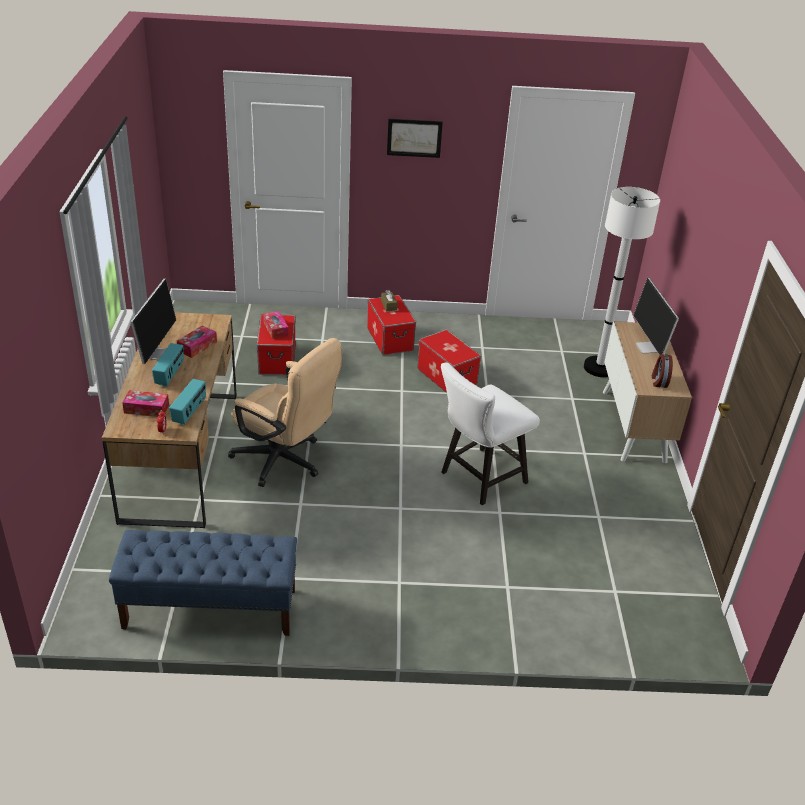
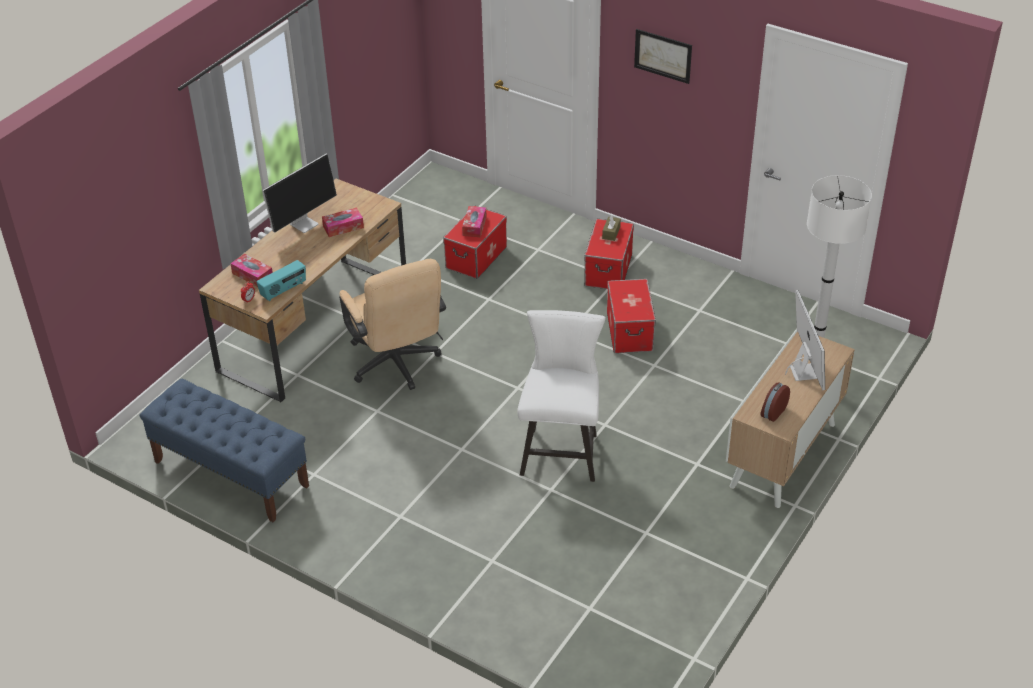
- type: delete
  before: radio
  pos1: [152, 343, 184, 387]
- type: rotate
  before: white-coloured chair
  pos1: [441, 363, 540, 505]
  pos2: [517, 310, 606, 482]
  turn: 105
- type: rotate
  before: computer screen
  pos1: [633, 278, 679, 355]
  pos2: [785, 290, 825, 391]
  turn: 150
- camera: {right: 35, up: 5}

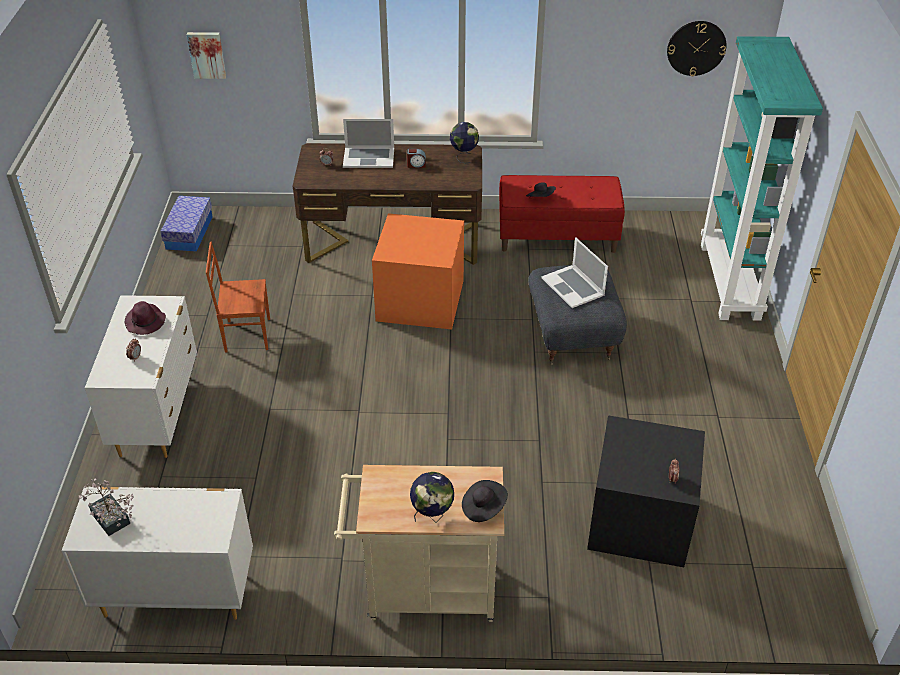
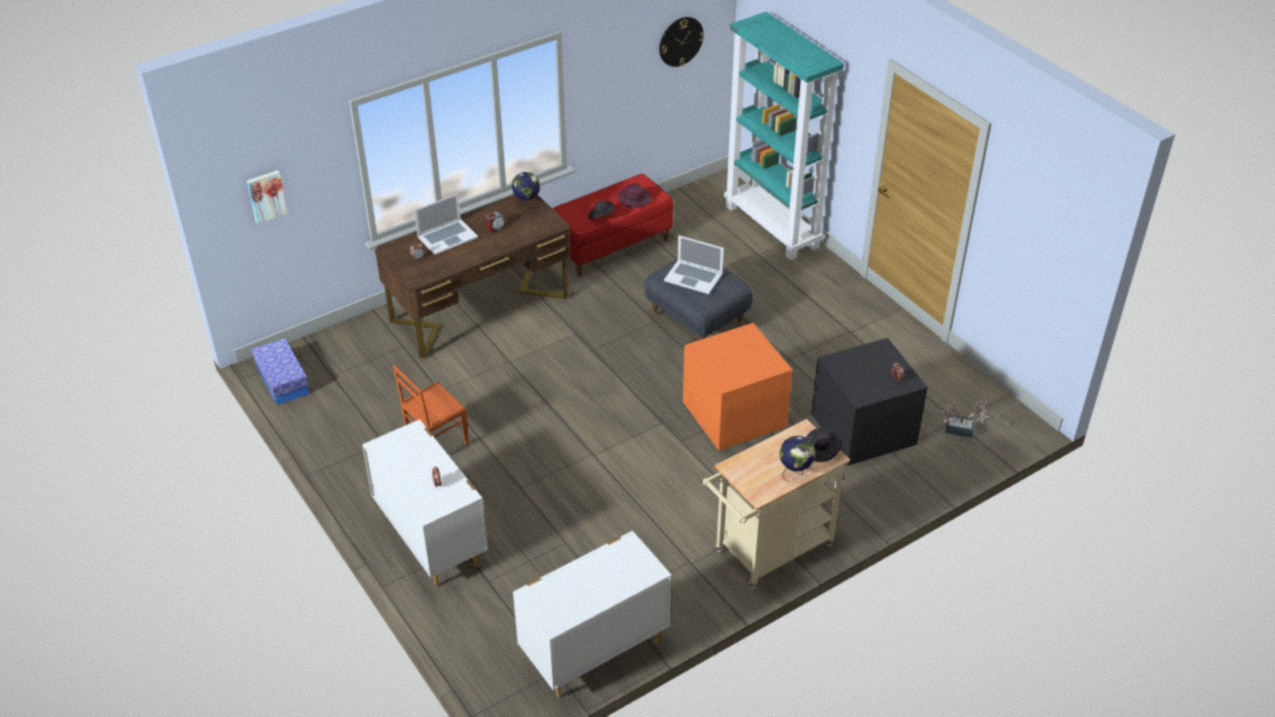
- type: move
  before: potted plant
  pos1: [79, 479, 134, 536]
  pos2: [941, 400, 988, 437]
- type: move
  before: purplish wearable hat
  pos1: [124, 301, 166, 335]
  pos2: [618, 183, 652, 208]
- type: move
  before: orange-coloured storage bin
  pos1: [372, 213, 464, 329]
  pos2: [683, 323, 793, 451]
- camera: {right: -35, up: 0}

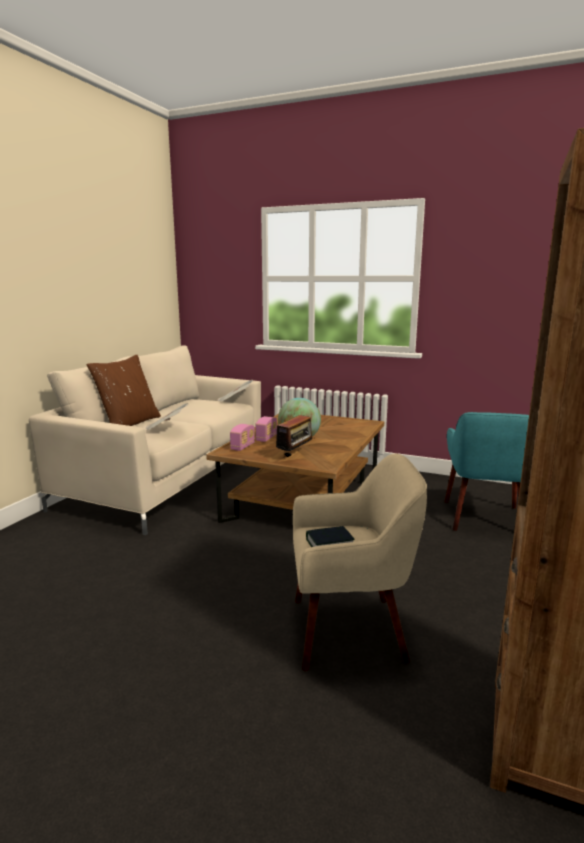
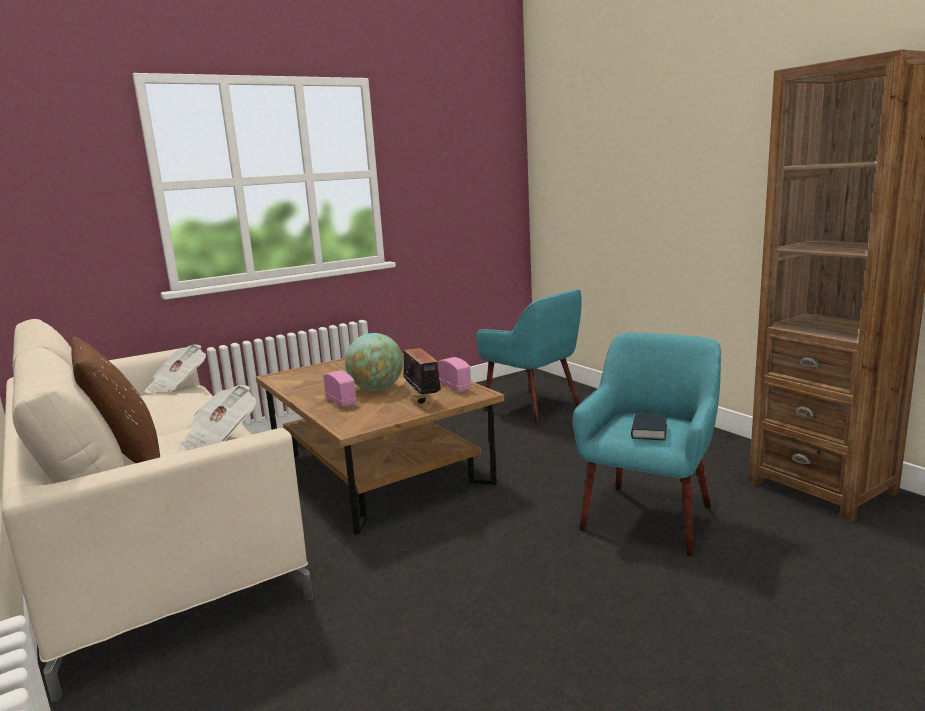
- type: move
  before: radio
  pos1: [230, 424, 255, 451]
  pos2: [438, 357, 471, 392]
- type: recolor
  before: beige armchair
  after: blue-green armchair
  pos1: [293, 453, 427, 671]
  pos2: [573, 332, 721, 556]
- camera: {right: -55, up: 0}

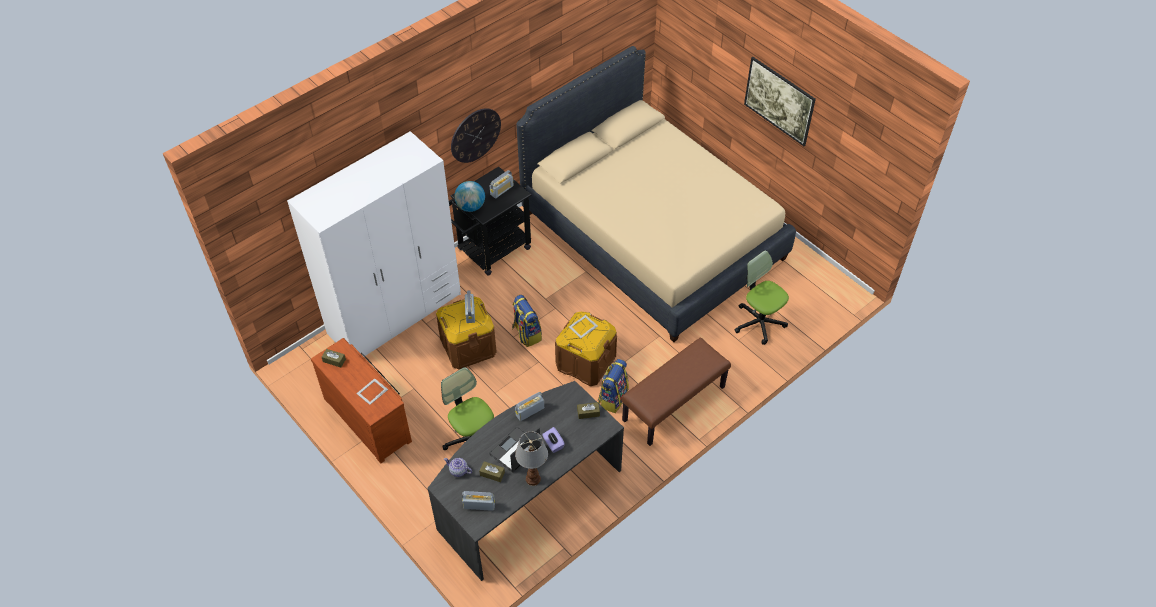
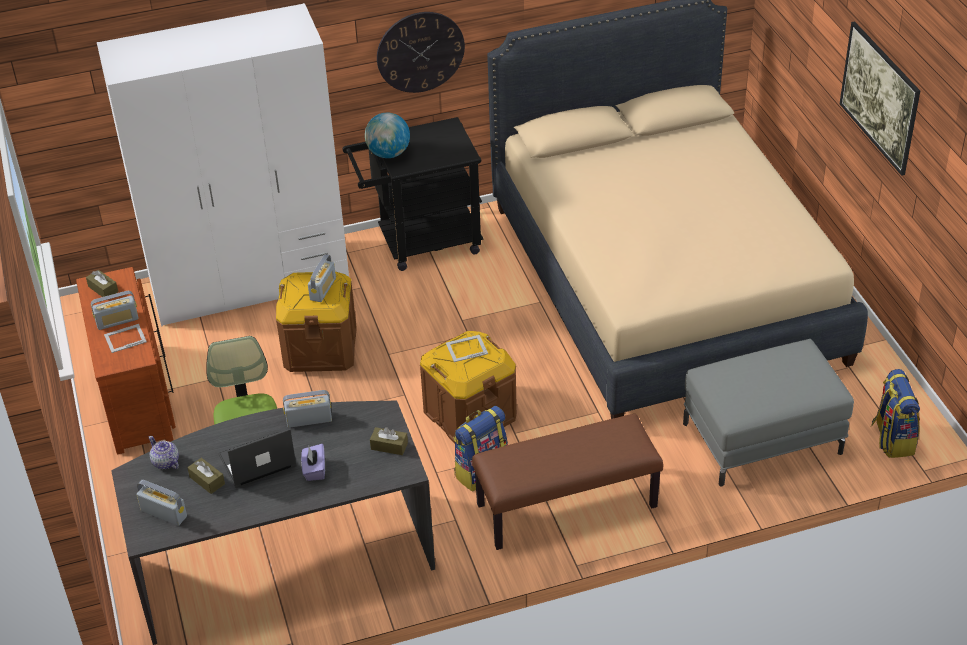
- type: move
  before: radio
  pos1: [490, 170, 514, 199]
  pos2: [91, 291, 139, 330]
- type: move
  before: knapsack
  pos1: [512, 295, 542, 347]
  pos2: [871, 369, 920, 458]
- type: delete
  before: lamp for a table
  pos1: [515, 431, 548, 486]
- type: replace
  before: computer chair
  after: gray pouffe
  pos1: [735, 250, 789, 345]
  pos2: [683, 339, 854, 486]
- camera: {right: 25, up: -10}

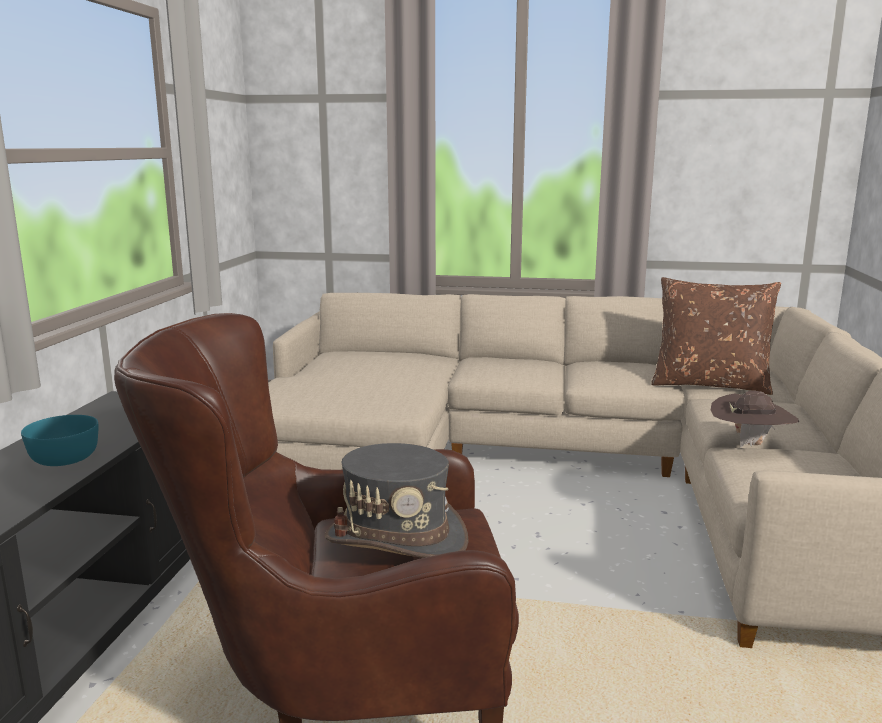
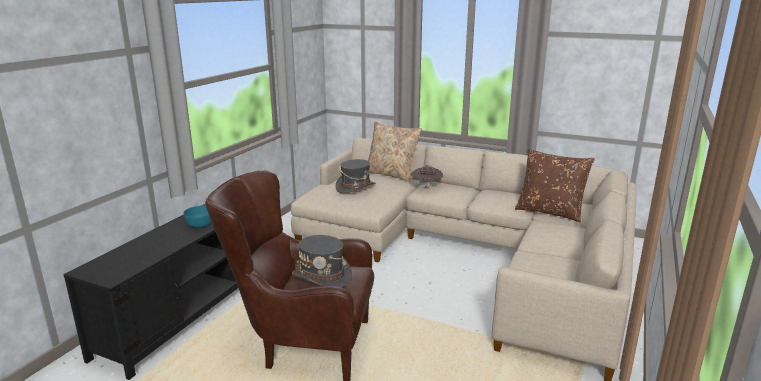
- type: move
  before: brown-coloured wearable hat
  pos1: [711, 391, 799, 447]
  pos2: [410, 165, 443, 188]
- type: insert
  after: gray wearable hat
  pos2: [335, 159, 376, 193]
- type: insert
  after: beige throw pillow
  pos2: [368, 121, 422, 182]
- camera: {right: 15, up: 5}

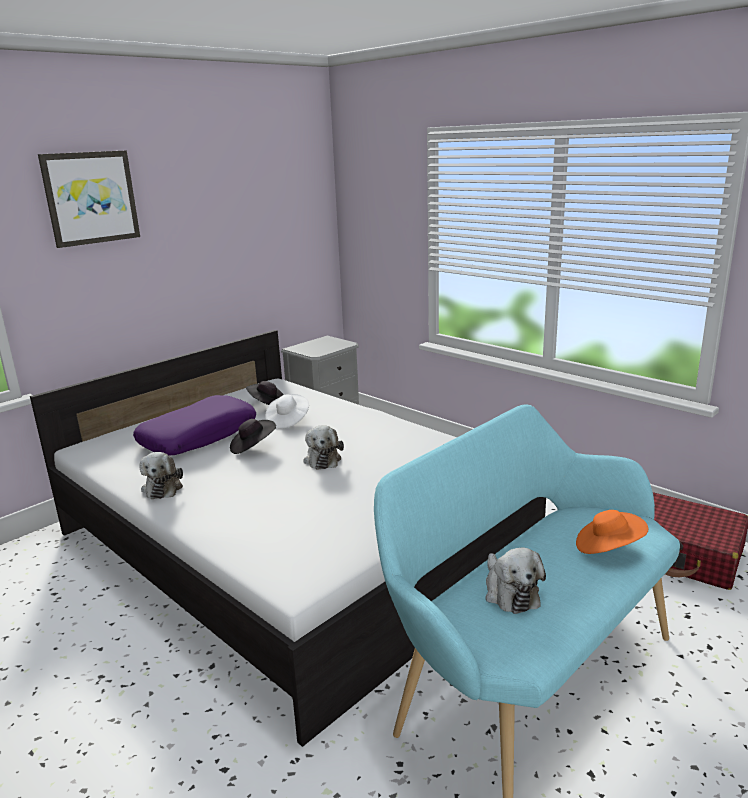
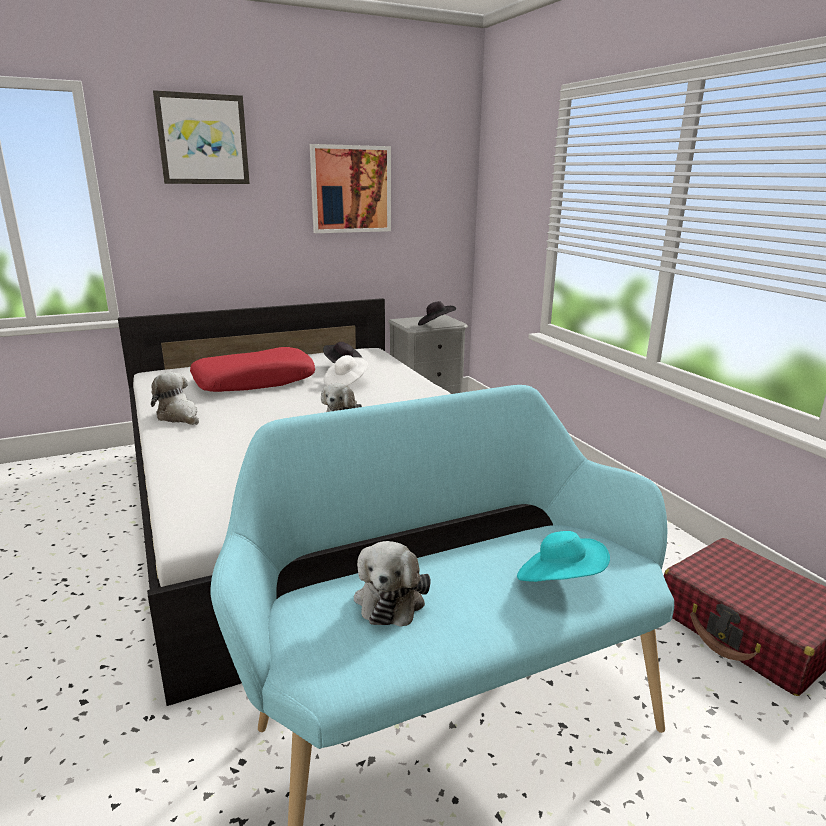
- type: recolor
  before: purplish throw pillow
  after: red-coloured throw pillow
  pos1: [133, 395, 256, 455]
  pos2: [190, 347, 315, 392]
- type: rotate
  before: cuddly toy
  pos1: [139, 452, 183, 499]
  pos2: [151, 372, 199, 425]
  turn: 120
- type: move
  before: black-coloured wearable hat
  pos1: [230, 419, 276, 454]
  pos2: [418, 301, 456, 326]
- type: recolor
  before: orange-coloured wearable hat
  after: blue-green wearable hat
  pos1: [576, 510, 648, 554]
  pos2: [517, 531, 610, 582]
- type: insert
  after: picture
  pos2: [310, 144, 391, 233]
- camera: {right: 20, up: 0}

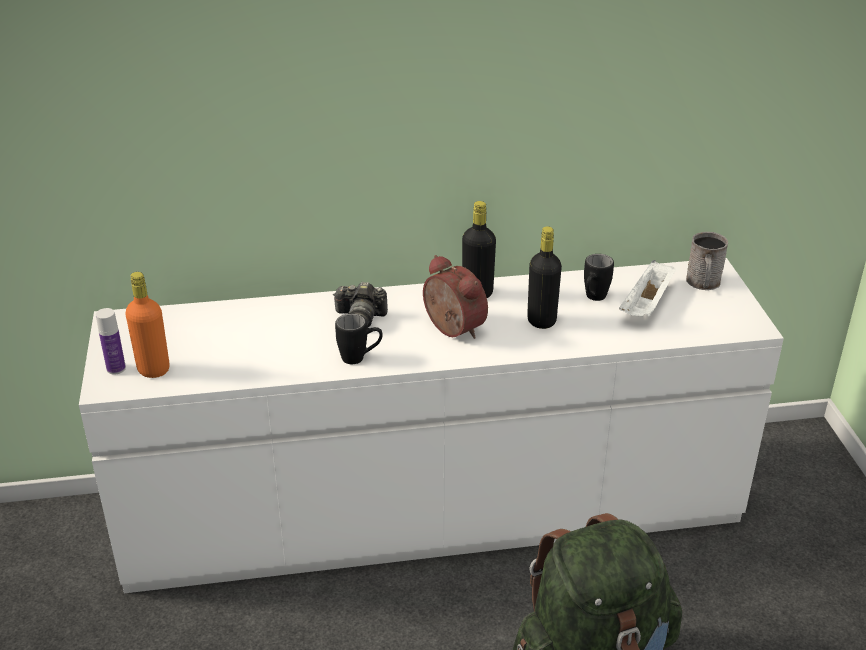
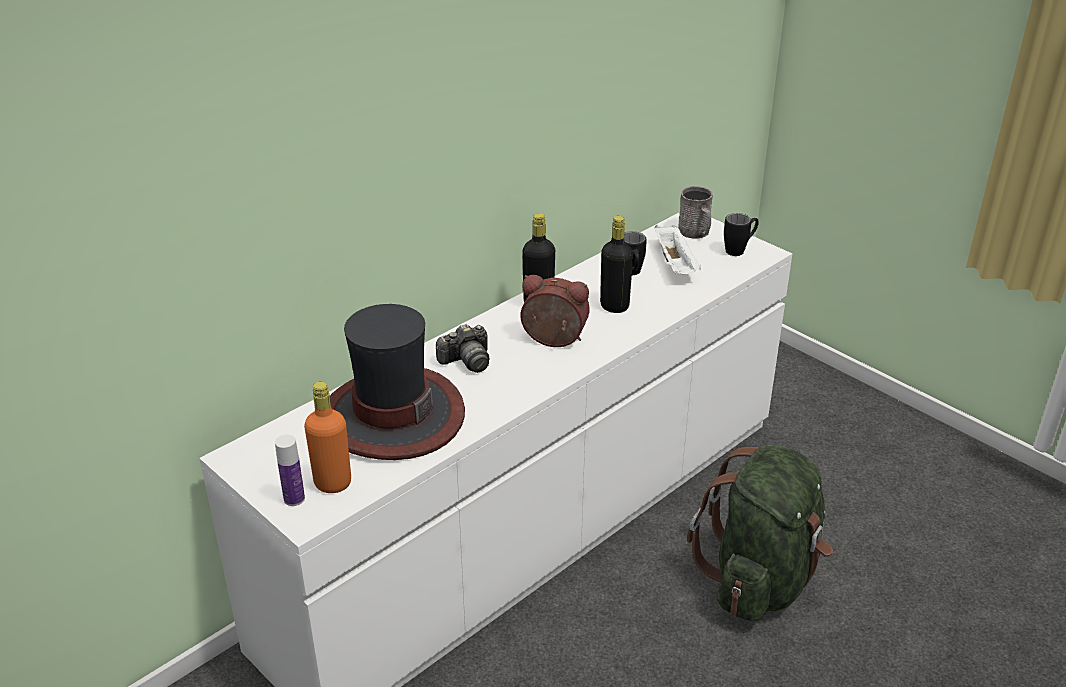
- type: move
  before: black-coloured mug
  pos1: [335, 314, 383, 364]
  pos2: [724, 213, 759, 256]
- type: insert
  after: wearable hat
  pos2: [330, 304, 465, 460]
- camera: {right: -35, up: 0}

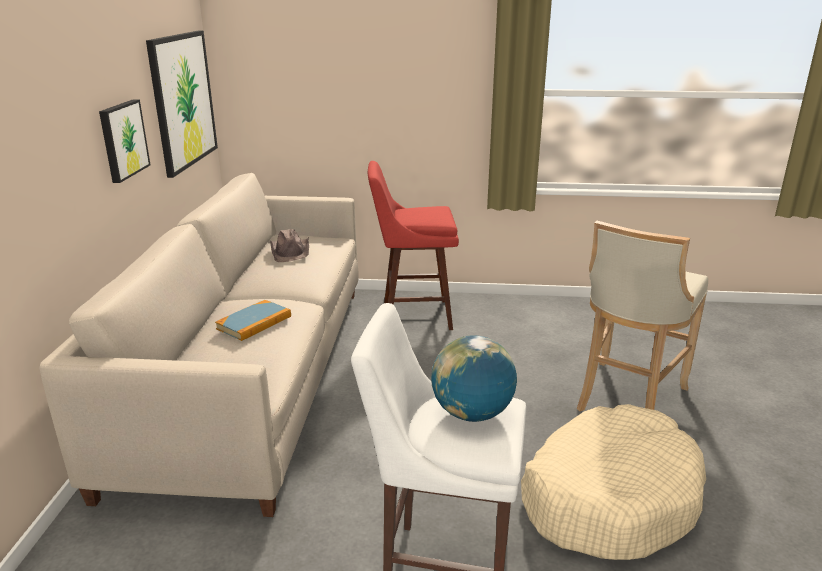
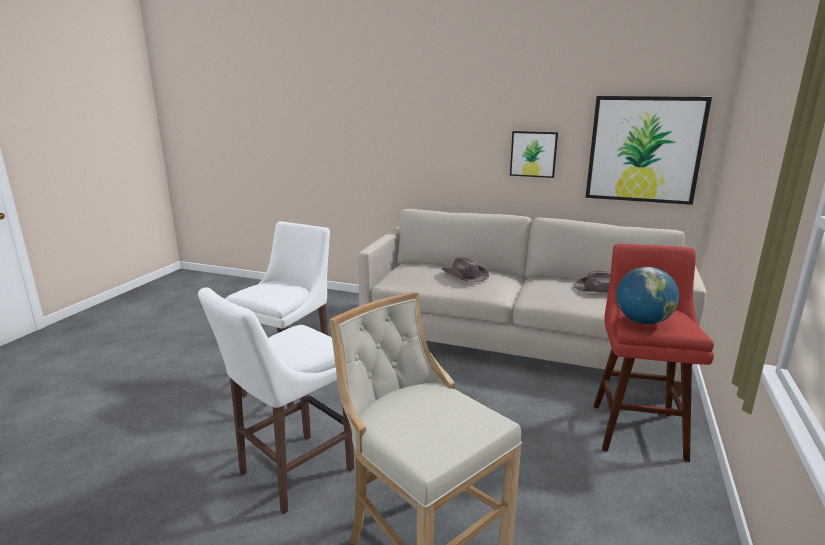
- type: replace
  before: book
  after: brown-coloured wearable hat
  pos1: [215, 300, 291, 341]
  pos2: [442, 257, 489, 283]
- type: move
  before: world globe
  pos1: [431, 335, 517, 422]
  pos2: [616, 267, 679, 324]
- type: replace
  before: beige pet bed
  after: white-coloured stool
  pos1: [521, 404, 706, 560]
  pos2: [198, 287, 354, 514]
- camera: {right: 105, up: -5}

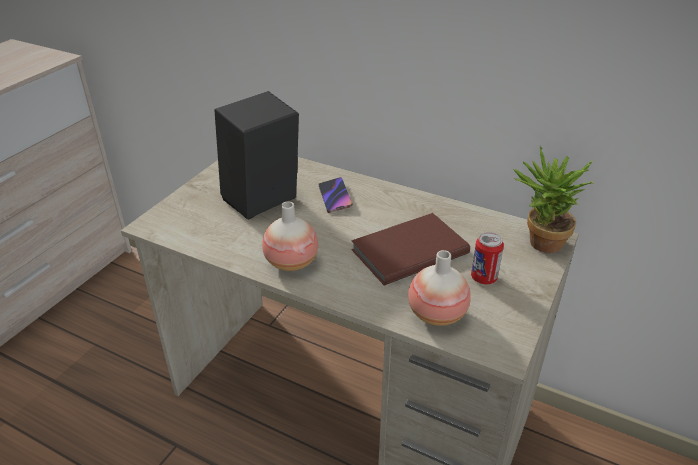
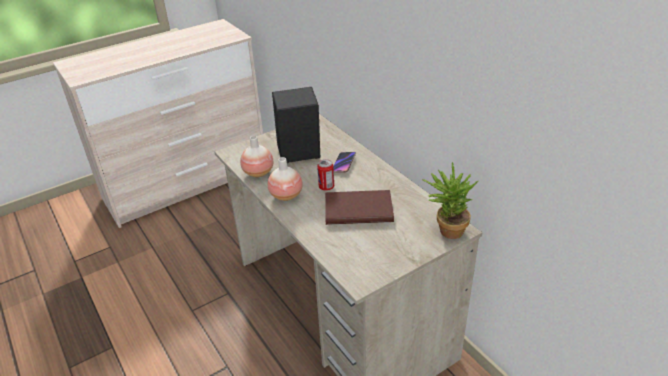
- type: move
  before: vase
  pos1: [408, 250, 471, 326]
  pos2: [240, 136, 273, 177]
- type: move
  before: metal can
  pos1: [471, 232, 504, 284]
  pos2: [317, 159, 334, 191]
- camera: {right: 30, up: 0}

